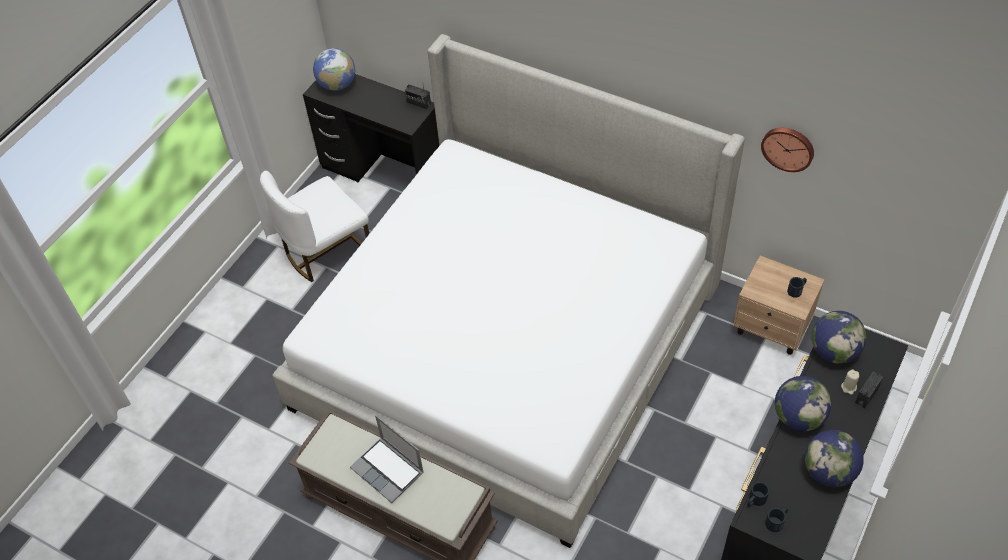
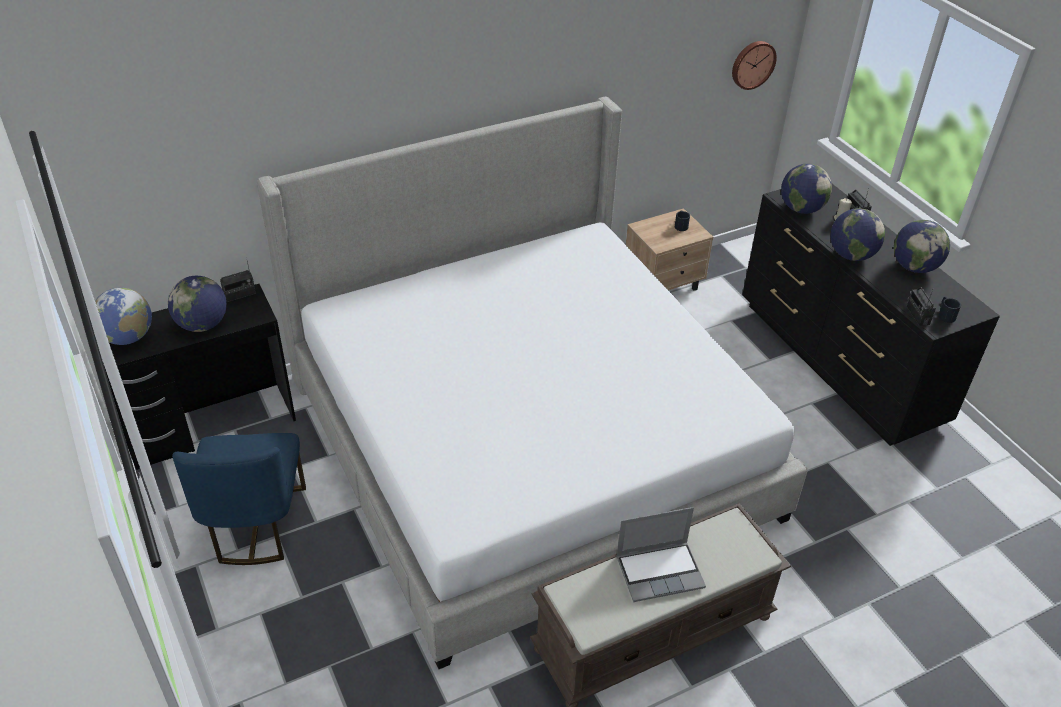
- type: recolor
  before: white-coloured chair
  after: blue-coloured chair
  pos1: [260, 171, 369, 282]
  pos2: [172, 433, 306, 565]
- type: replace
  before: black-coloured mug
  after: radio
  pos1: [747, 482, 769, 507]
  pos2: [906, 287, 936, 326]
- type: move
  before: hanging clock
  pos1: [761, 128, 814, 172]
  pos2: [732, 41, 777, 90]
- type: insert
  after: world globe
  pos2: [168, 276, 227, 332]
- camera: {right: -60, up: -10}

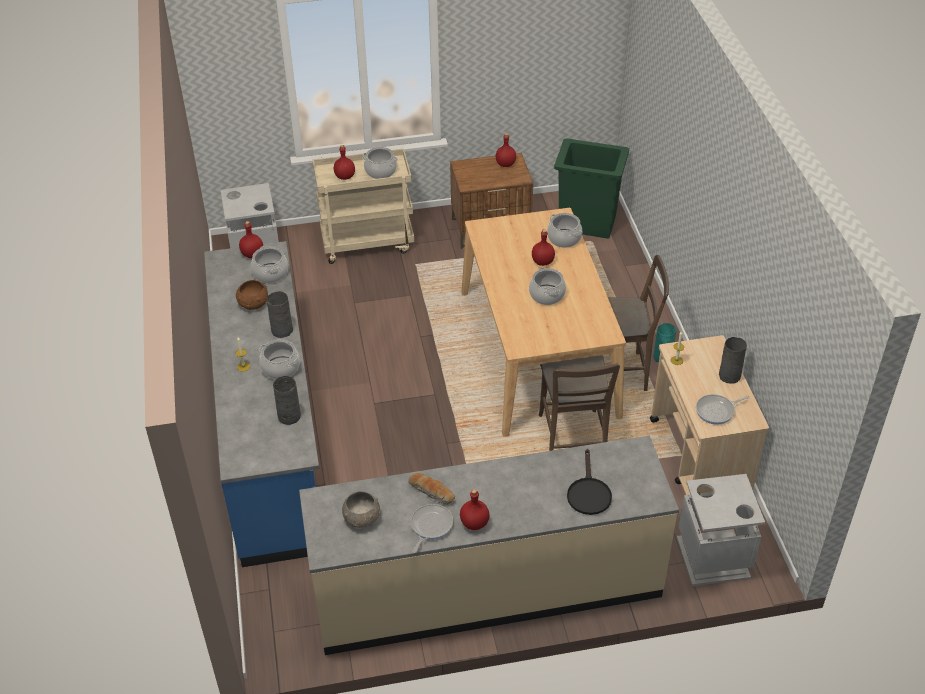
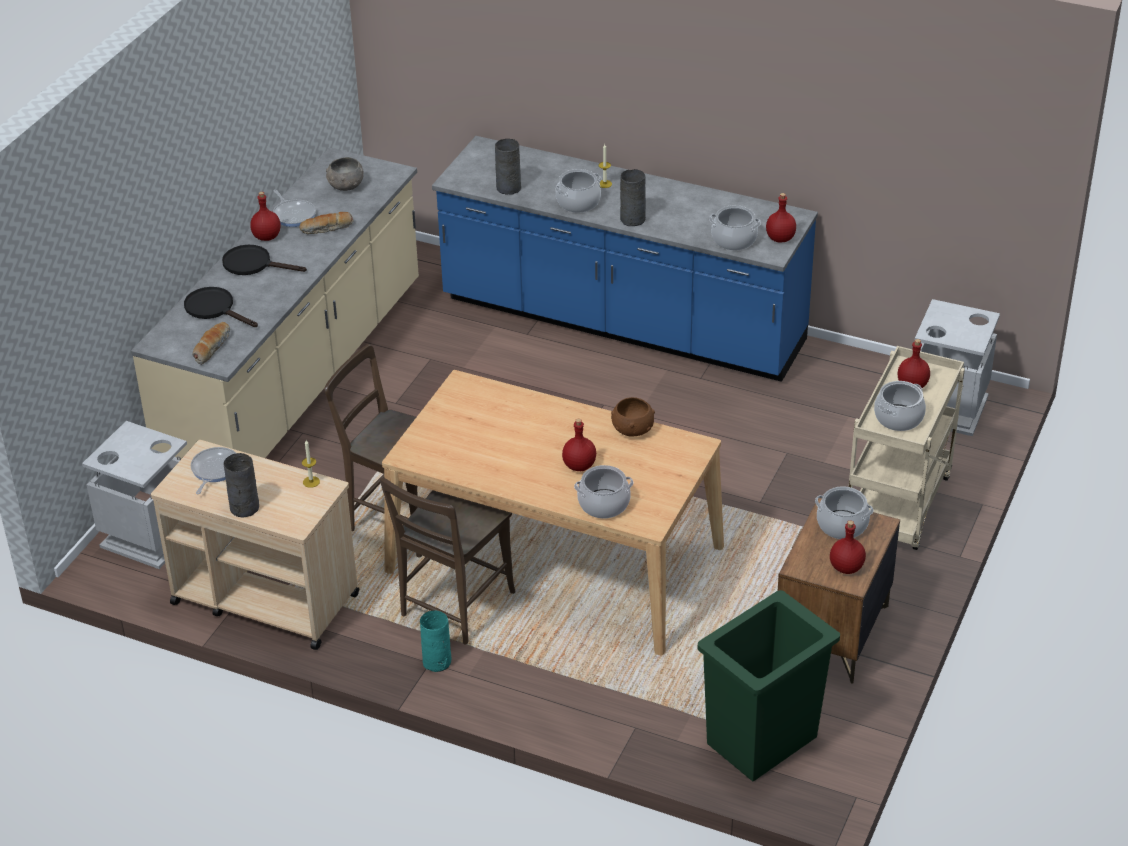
- type: move
  before: brown-coloured serving bowl
  pos1: [236, 280, 268, 310]
  pos2: [611, 397, 655, 437]
- type: move
  before: stockpot
  pos1: [529, 267, 566, 305]
  pos2: [815, 486, 874, 539]
- type: insert
  after: bread
  pos2: [192, 322, 230, 365]
- type: insert
  after: black-coloured skillet
  pos2: [222, 245, 307, 275]
- camera: {right: 125, up: -5}

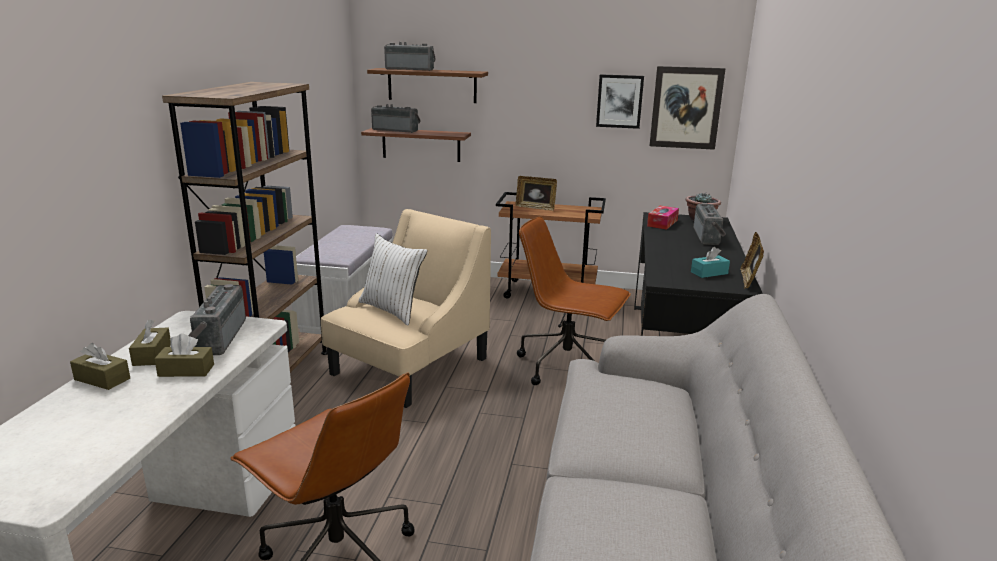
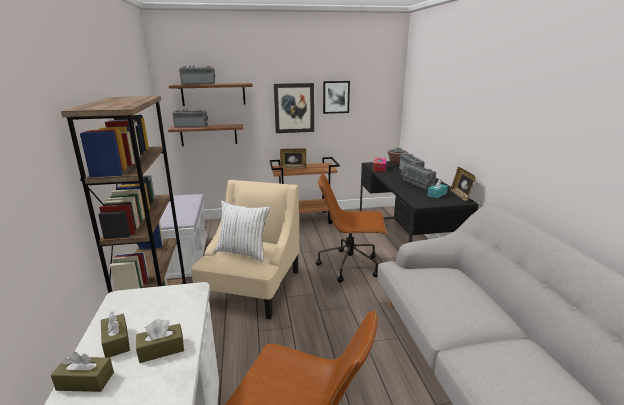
- type: move
  before: radio
  pos1: [188, 284, 246, 355]
  pos2: [400, 163, 436, 190]
- type: move
  before: picture
  pos1: [649, 66, 725, 150]
  pos2: [274, 83, 314, 133]
- camera: {right: -20, up: 0}

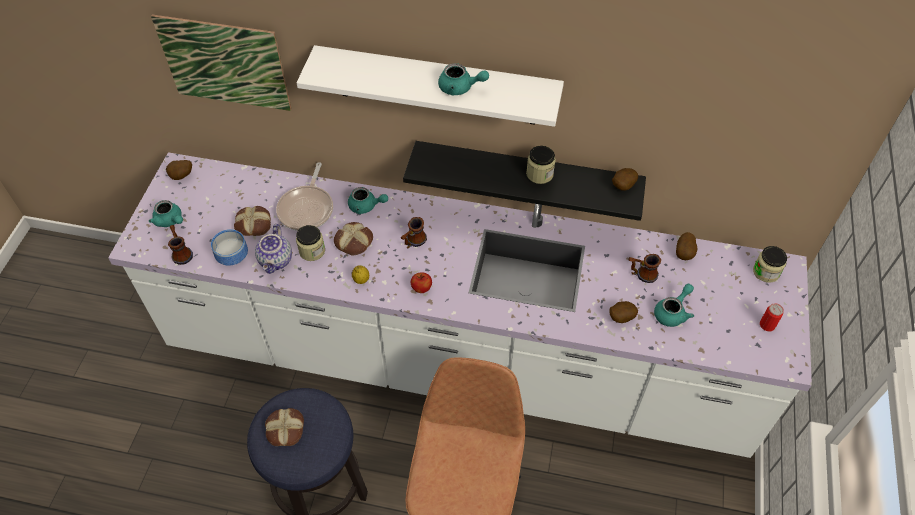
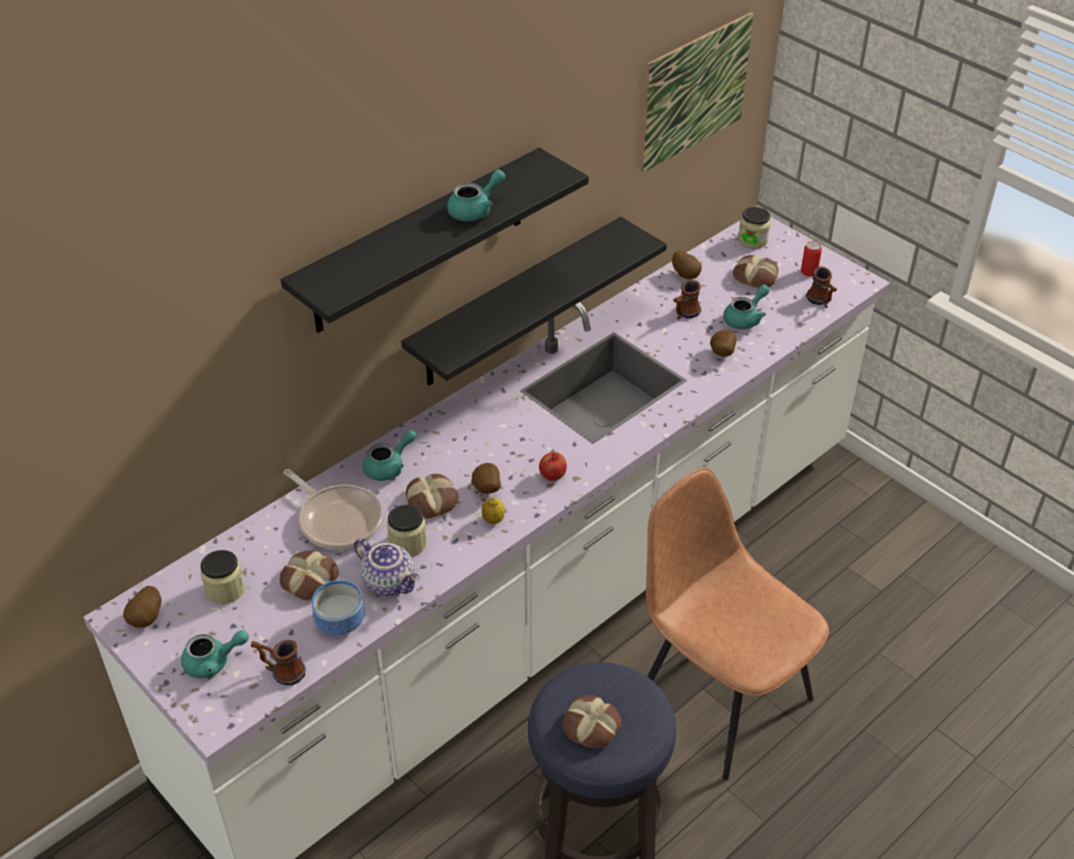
- type: move
  before: picture
  pos1: [151, 14, 292, 111]
  pos2: [641, 12, 753, 172]
- type: recolor
  before: white-coloured bracket shelf
  after: black-coloured bracket shelf
  pos1: [296, 45, 564, 127]
  pos2: [281, 148, 589, 333]
- type: move
  before: mug
  pos1: [400, 217, 427, 248]
  pos2: [806, 266, 837, 308]
- type: move
  before: storage jar
  pos1: [526, 146, 556, 184]
  pos2: [201, 550, 245, 604]
- type: move
  before: spud
  pos1: [612, 168, 638, 191]
  pos2: [472, 463, 501, 494]
- type: rotate
  before: blue-green pot for tea
  pos1: [654, 283, 694, 327]
  pos2: [723, 284, 770, 330]
  turn: 60
- type: insert
  after: bread
  pos2: [733, 255, 779, 289]
- camera: {right: -55, up: -10}

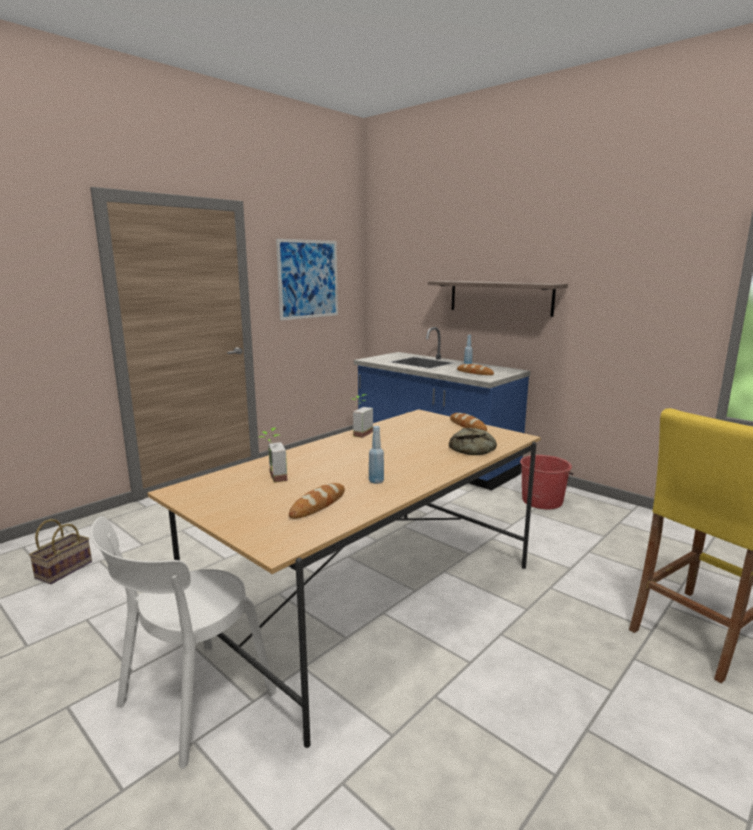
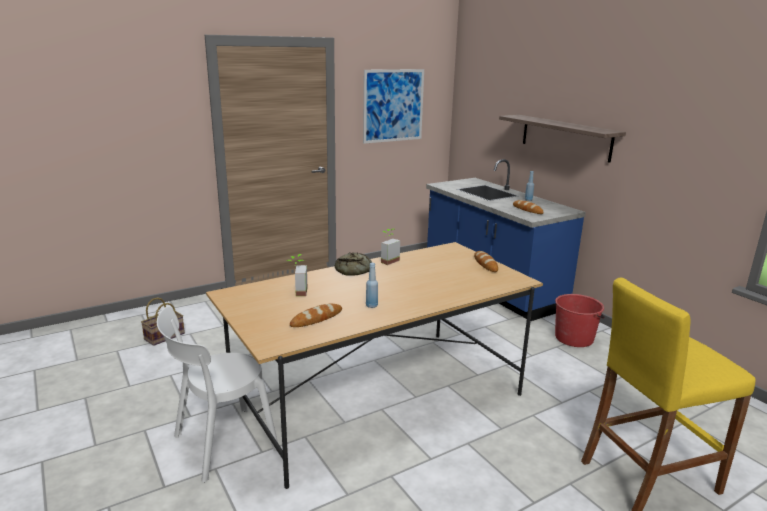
- type: move
  before: bread
  pos1: [449, 428, 497, 455]
  pos2: [335, 252, 373, 276]
- camera: {right: 15, up: 5}

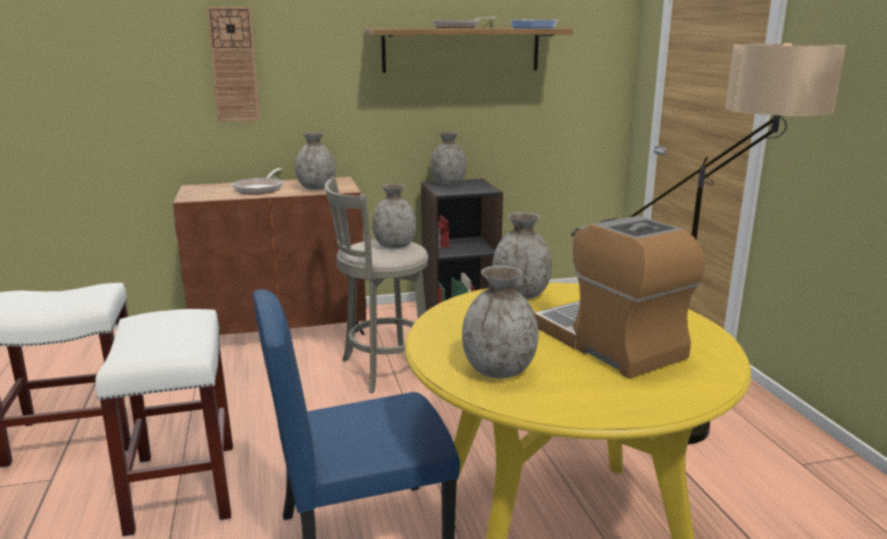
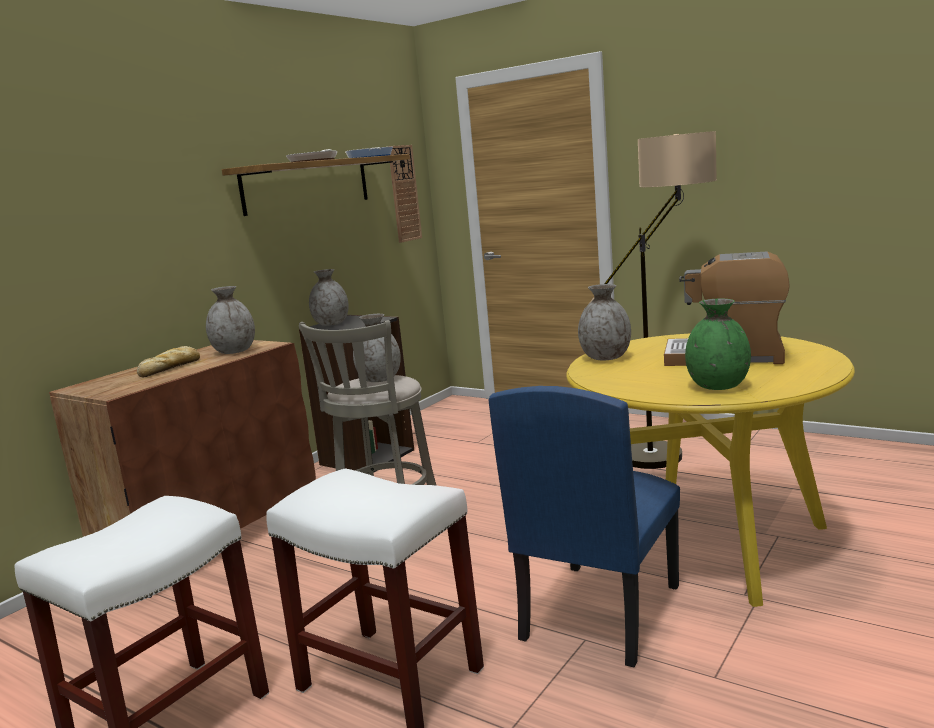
- type: move
  before: hanging clock
  pos1: [207, 6, 260, 122]
  pos2: [388, 145, 422, 243]
- type: replace
  before: skillet
  after: bread
  pos1: [232, 168, 283, 195]
  pos2: [137, 346, 200, 377]
- type: recolor
  before: gray vase
  after: green-coloured vase
  pos1: [462, 266, 539, 378]
  pos2: [685, 299, 751, 390]
- camera: {right: -40, up: -5}

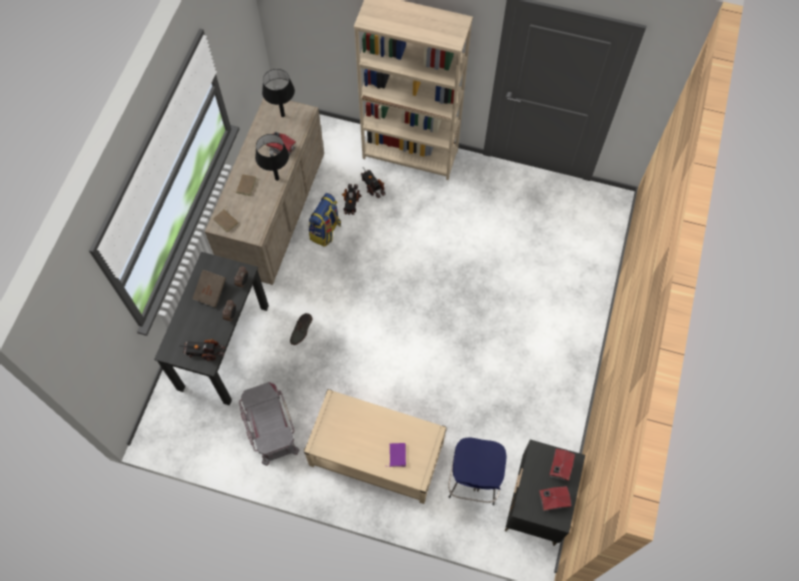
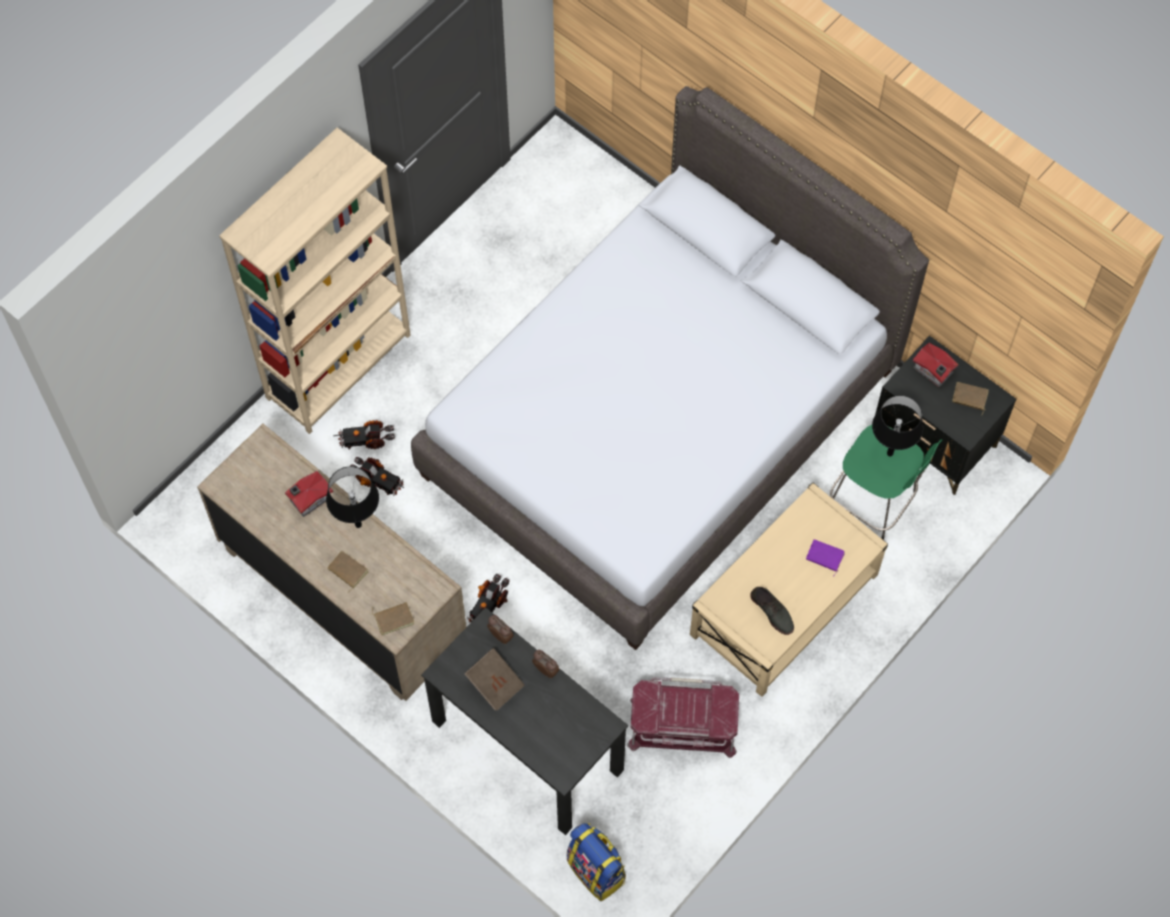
- type: move
  before: model truck
  pos1: [183, 339, 226, 361]
  pos2: [467, 574, 509, 622]
- type: recolor
  before: gray storage bin
  after: red-coloured storage bin
  pos1: [239, 382, 300, 466]
  pos2: [627, 677, 739, 758]
- type: move
  before: black-coloured lamp for a table
  pos1: [262, 69, 295, 117]
  pos2: [872, 395, 923, 457]
- type: move
  before: gray item of footwear
  pos1: [290, 313, 312, 345]
  pos2: [750, 587, 794, 635]
- type: move
  before: knapsack
  pos1: [309, 193, 341, 247]
  pos2: [567, 823, 626, 901]
- type: recolor
  before: blue-coloured stool
  after: green-coloured stool
  pos1: [448, 438, 507, 506]
  pos2: [830, 425, 942, 540]
- type: replace
  before: miniature house
  after: brown-coloured book
  pos1: [539, 486, 571, 511]
  pos2: [952, 382, 988, 414]
- type: insert
  after: gray bed
  pos2: [411, 86, 929, 650]
- camera: {right: -65, up: 0}

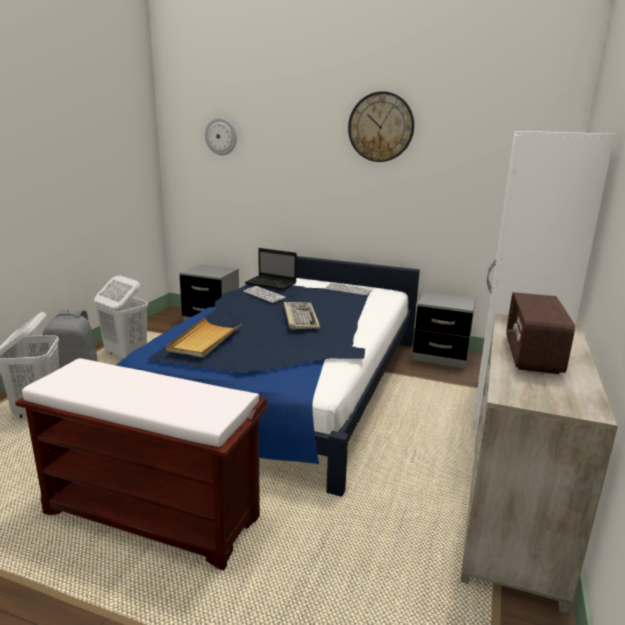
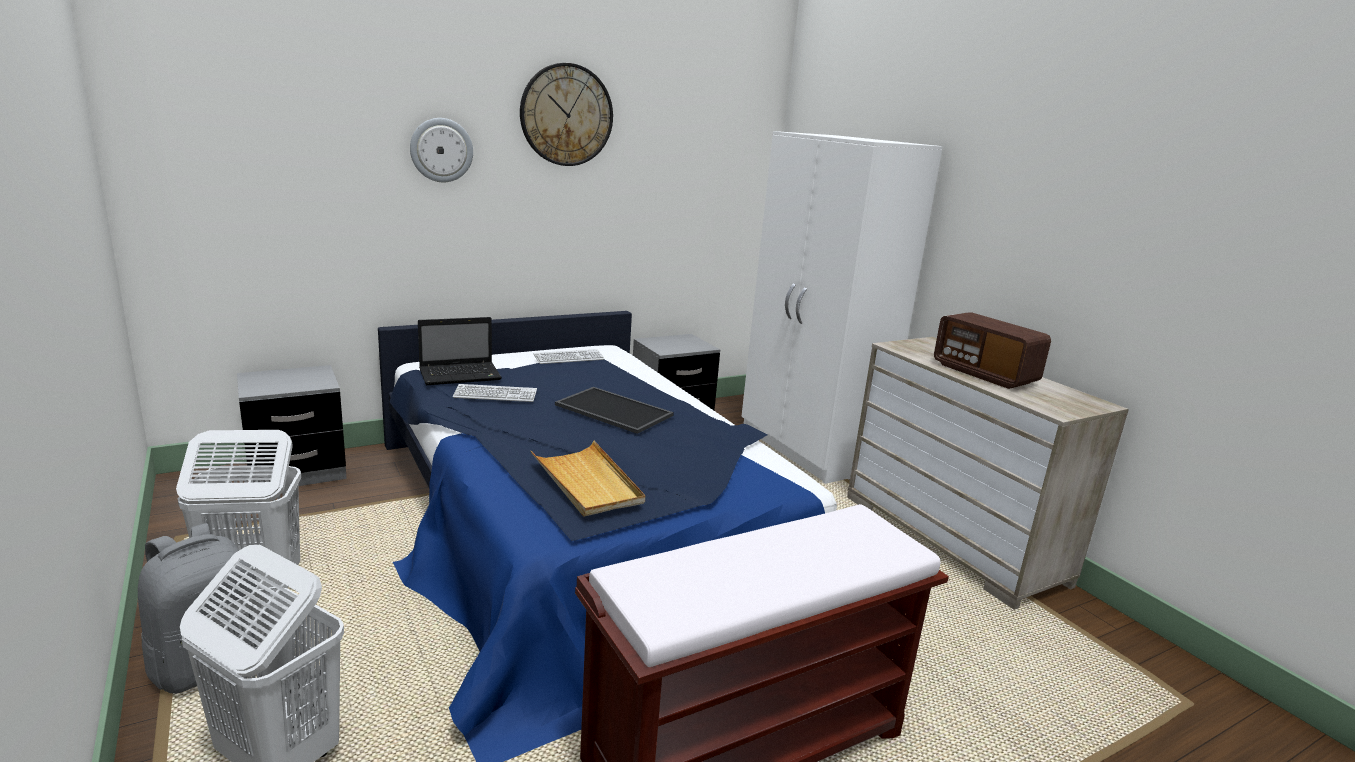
- type: move
  before: hanging clock
  pos1: [205, 118, 237, 155]
  pos2: [410, 118, 473, 182]
- type: replace
  before: computer keyboard
  after: serving tray
  pos1: [284, 302, 320, 330]
  pos2: [555, 387, 674, 434]
- camera: {right: -50, up: 0}

